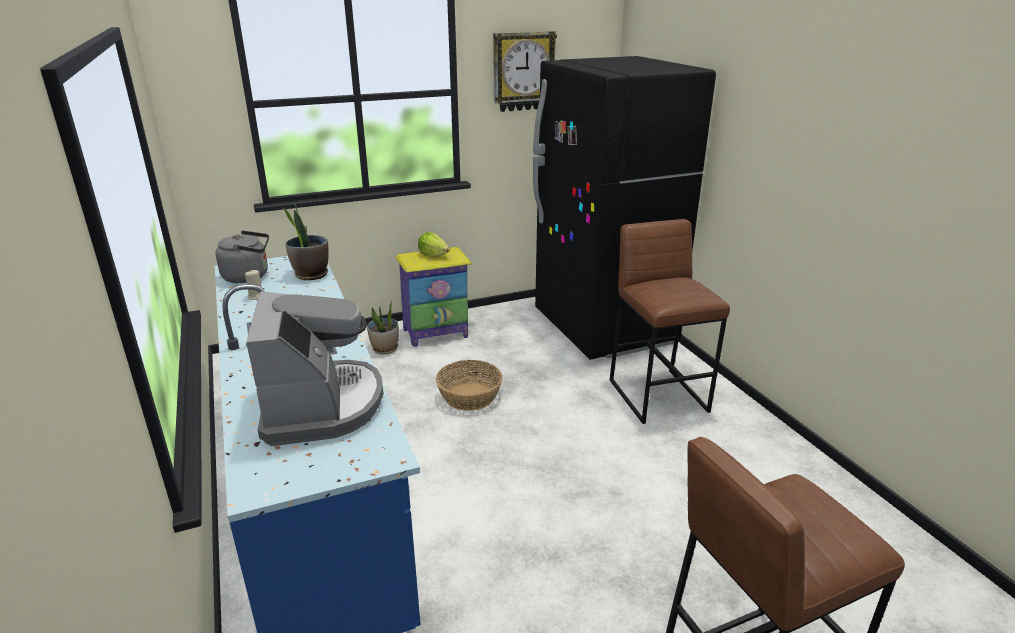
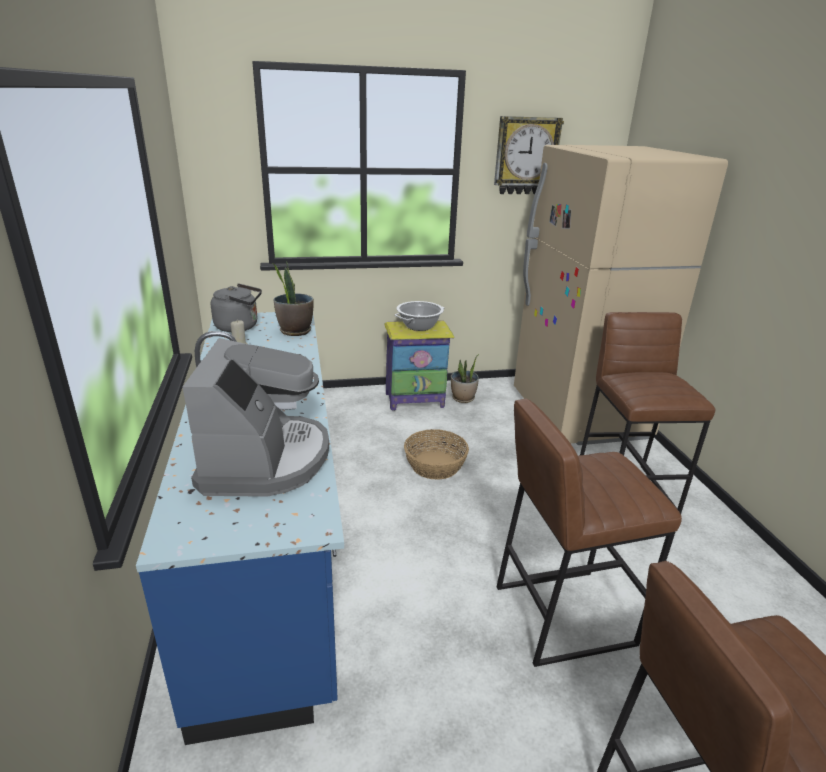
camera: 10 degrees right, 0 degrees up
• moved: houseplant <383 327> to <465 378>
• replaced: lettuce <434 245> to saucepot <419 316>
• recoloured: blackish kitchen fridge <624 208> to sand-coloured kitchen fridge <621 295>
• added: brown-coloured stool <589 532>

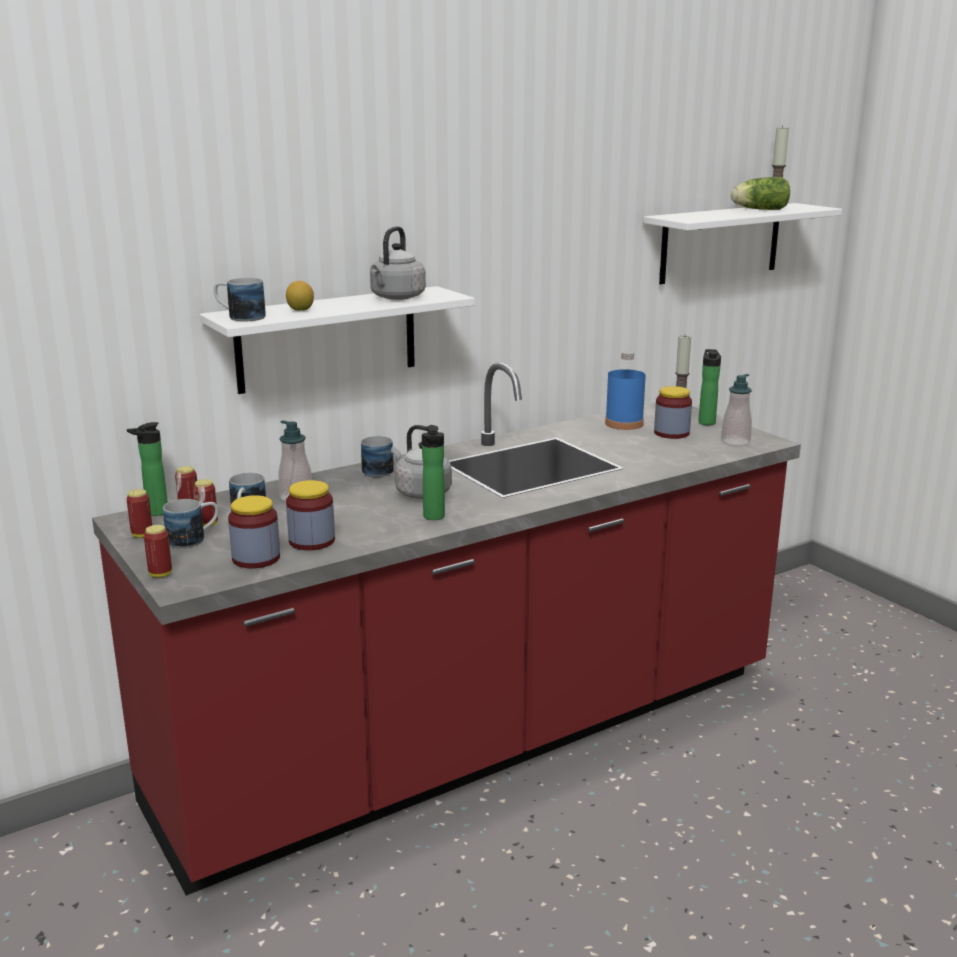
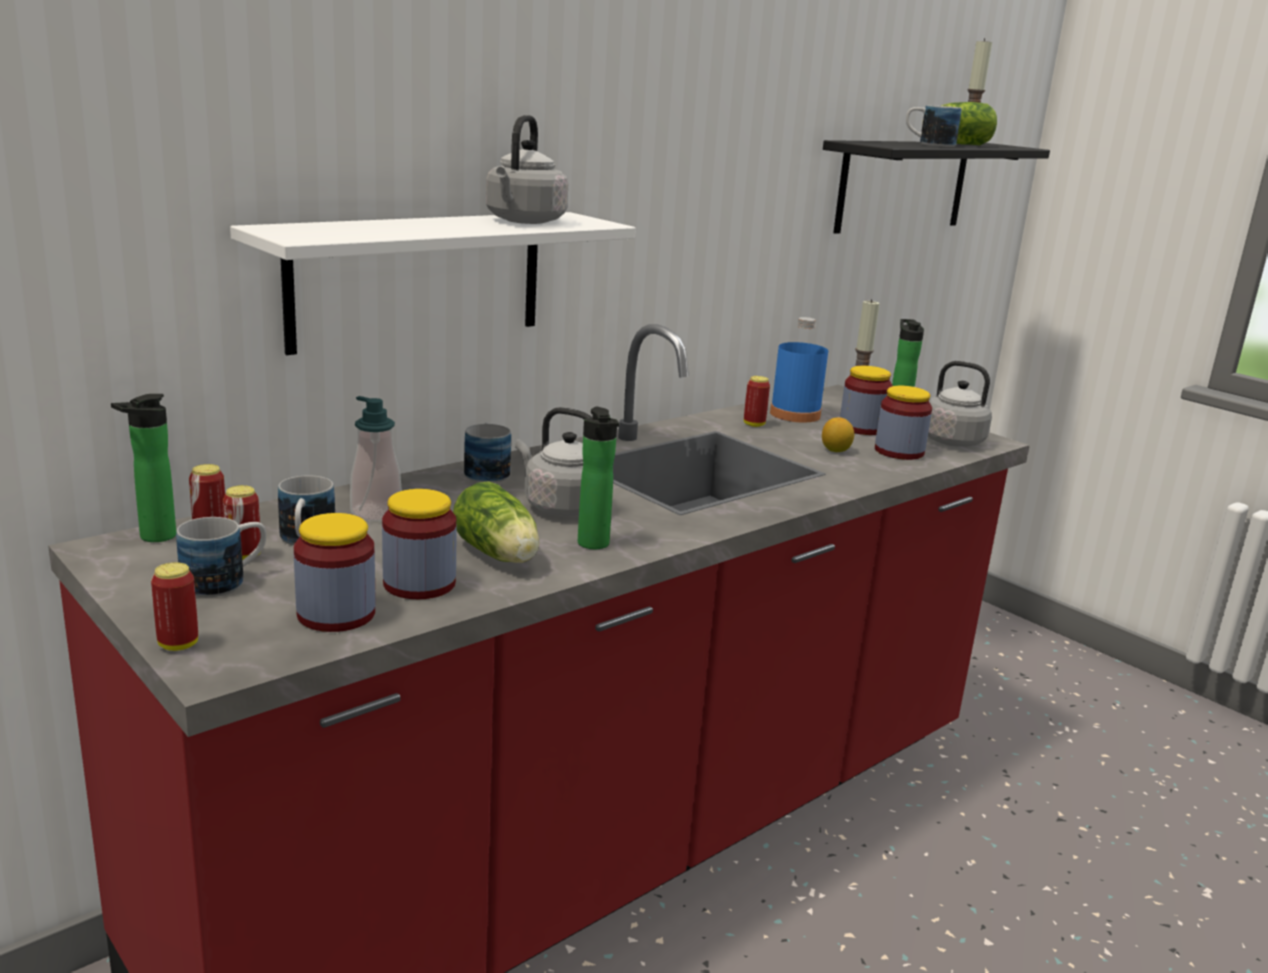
camera: 10 degrees left, 0 degrees up
• moved: can <139 513> to <757 401>
• moved: coffee mug <240 299> to <934 126>
• moved: lemon <300 296> to <838 434>
• recoloured: whitish bracket shelf <743 243> to blackish bracket shelf <936 187>
• replaced: soap bottle <736 410> to greyish tea kettle <953 404>
• added: lettuce <496 522>
• added: preserve jar <903 423>

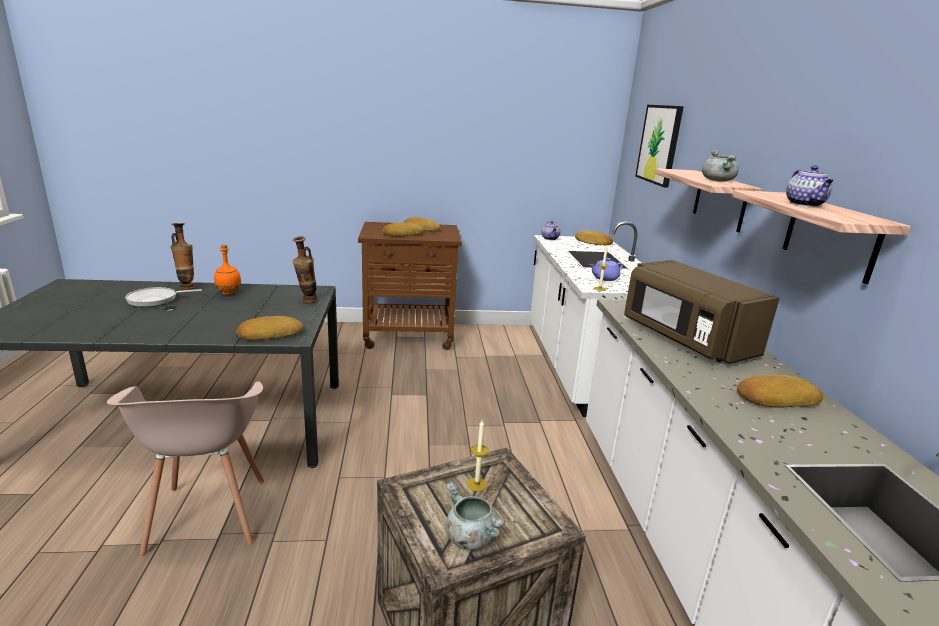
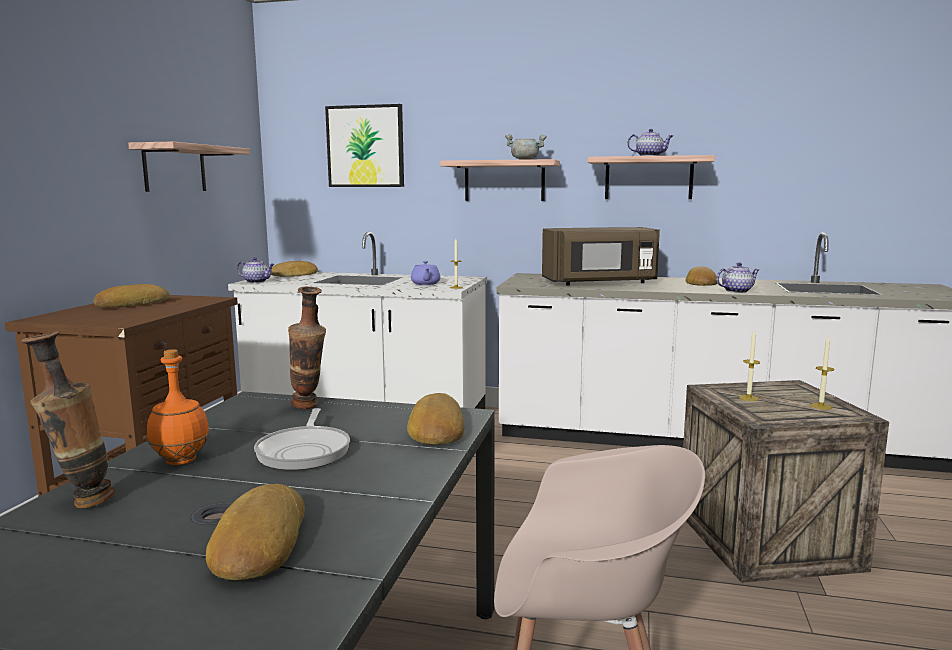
camera: 70 degrees left, 10 degrees down
• moved: pan <163 297> to <302 439>
• moved: bakery bread <403 229> to <255 532>
• replaced: greyish saucepot <475 516> to wax candle <822 373>
• added: bracket shelf <189 167>
• added: teapot <738 278>

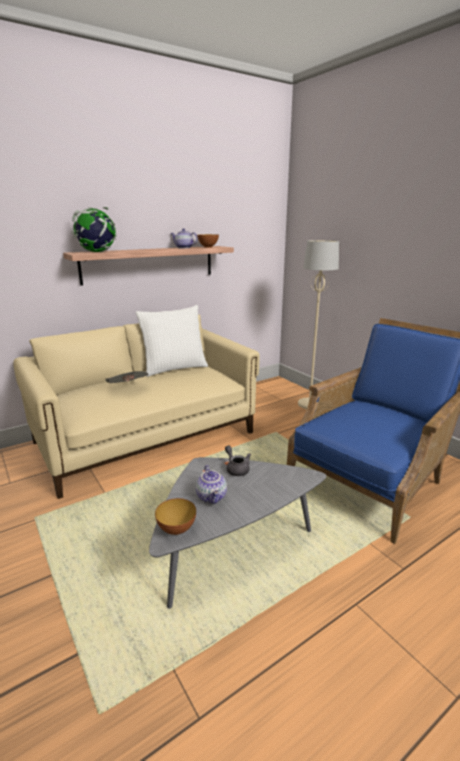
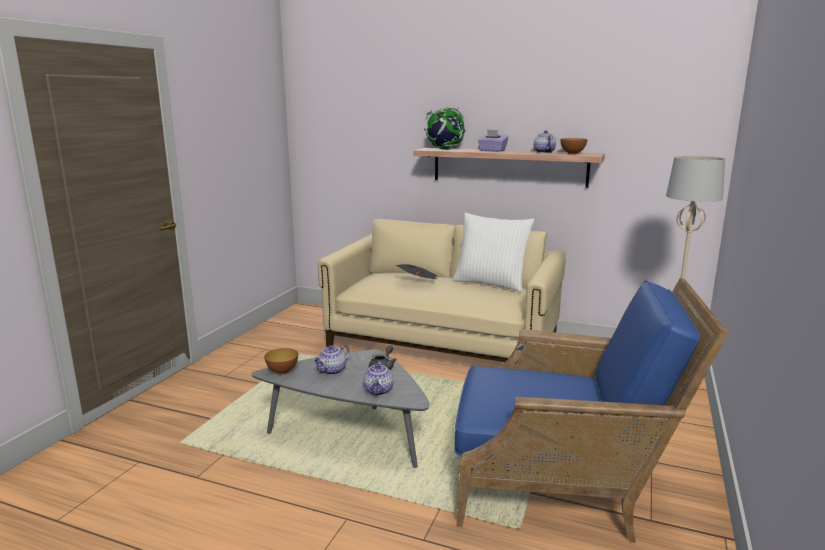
camera: 55 degrees right, 5 degrees down
• added: teapot <378 378>
• added: purple tissue holder <493 141>

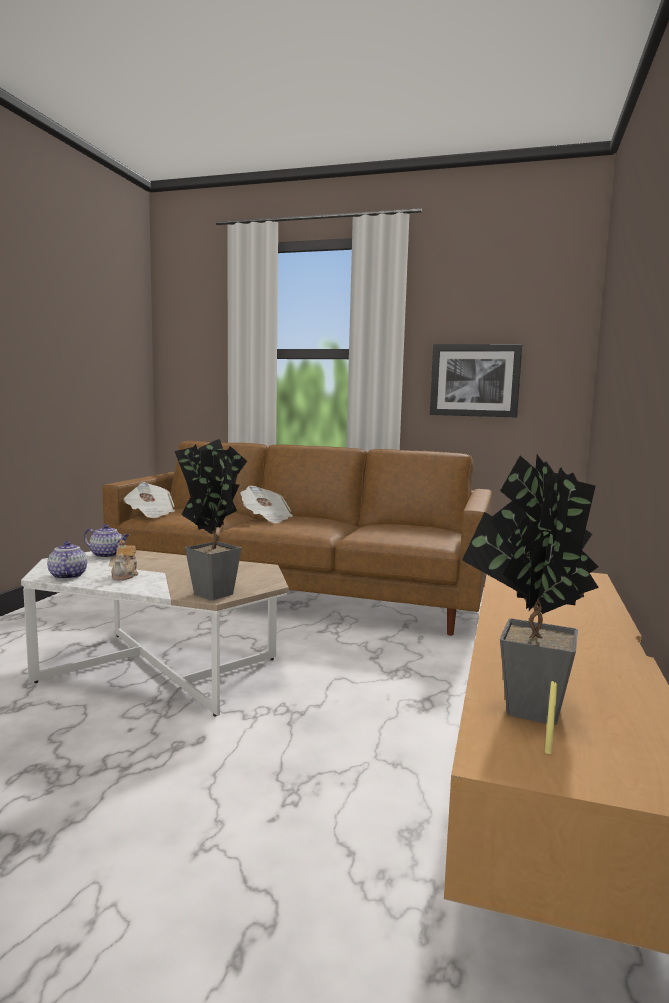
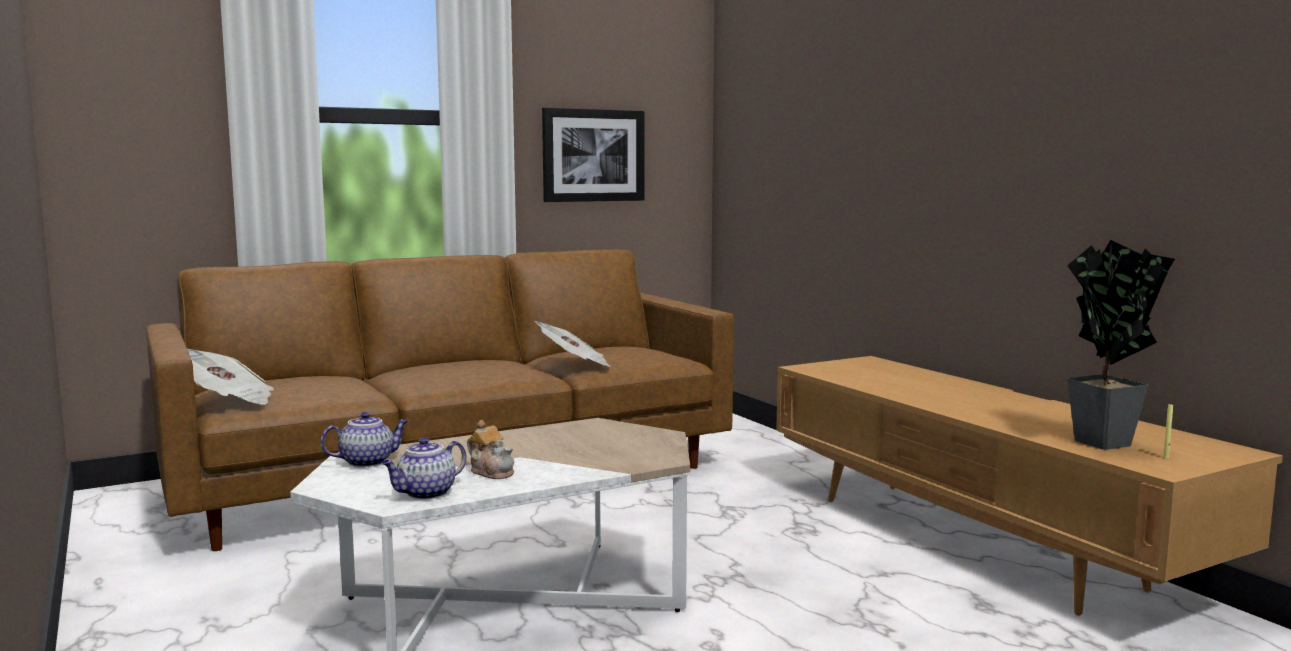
camera: 45 degrees left, 0 degrees up
• turned: teapot <67 560> = <424 468> 75 degrees counterclockwise
• removed: houseplant <210 519>
• moved: newspaper <266 504> to <572 344>

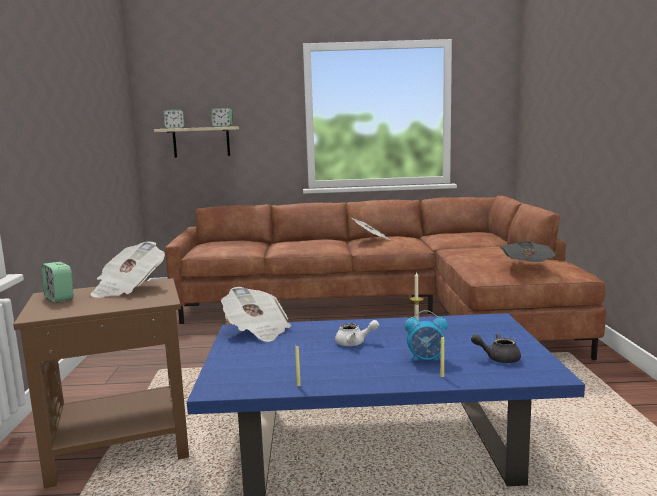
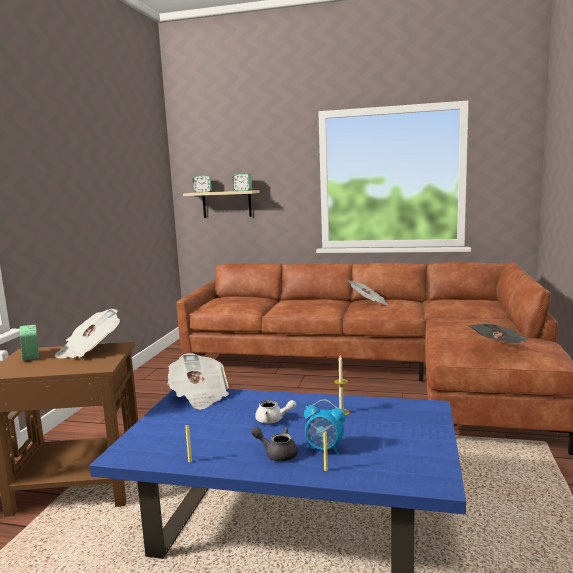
camera: 15 degrees right, 0 degrees up
• moved: greyish teapot <496 348> to <274 444>

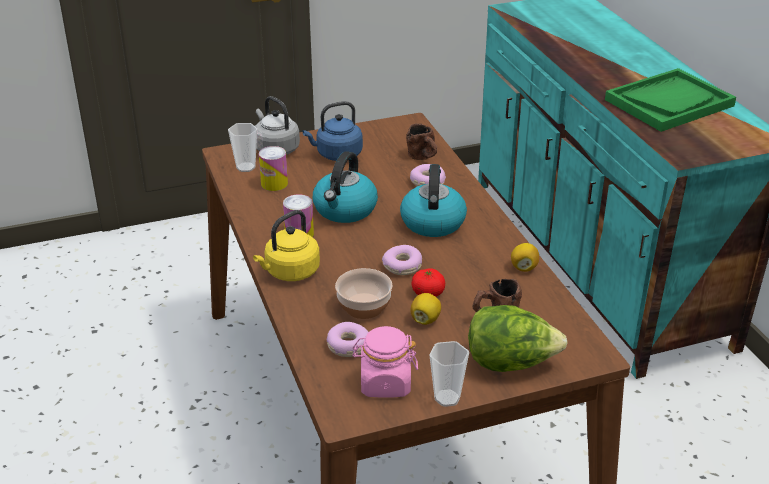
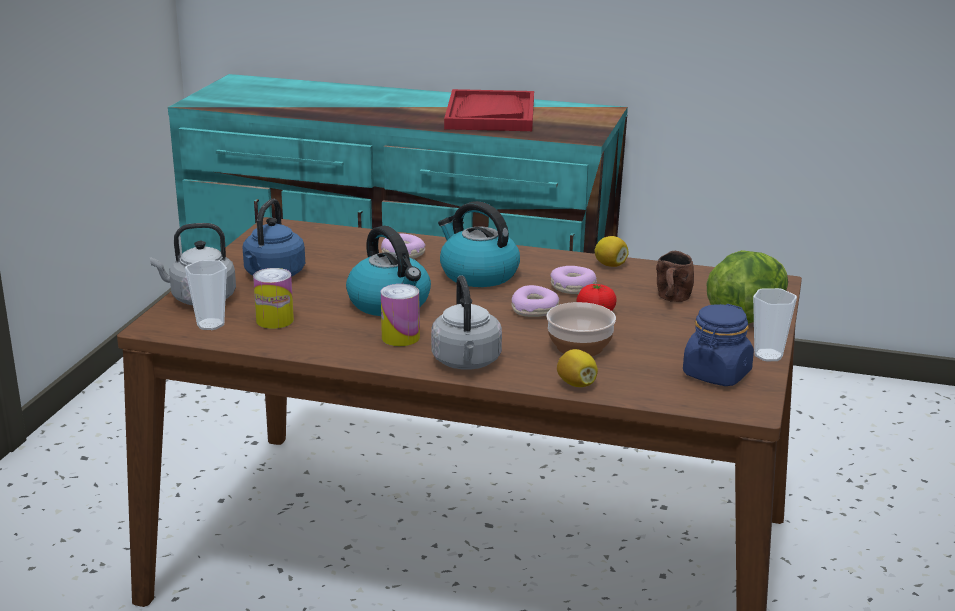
camera: 55 degrees left, 10 degrees down
• recoloured: yellow-coloured tea kettle <286 245> to greyish tea kettle <466 322>
• moved: doughnut <347 339> to <573 280>
• recoloured: pink-coloured preserve jar <385 361> to blue-coloured preserve jar <718 345>
• removed: brown-coloured coffee mug <421 141>
• moved: lemon <425 309> to <577 368>
• recoloured: greenish tray <670 100> to reddish tray <489 110>

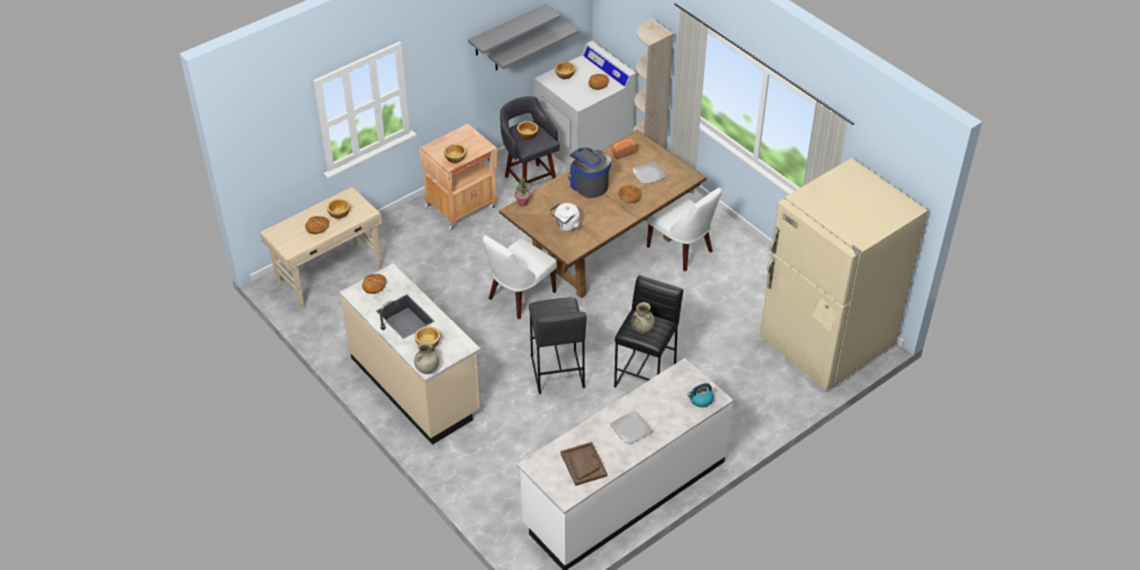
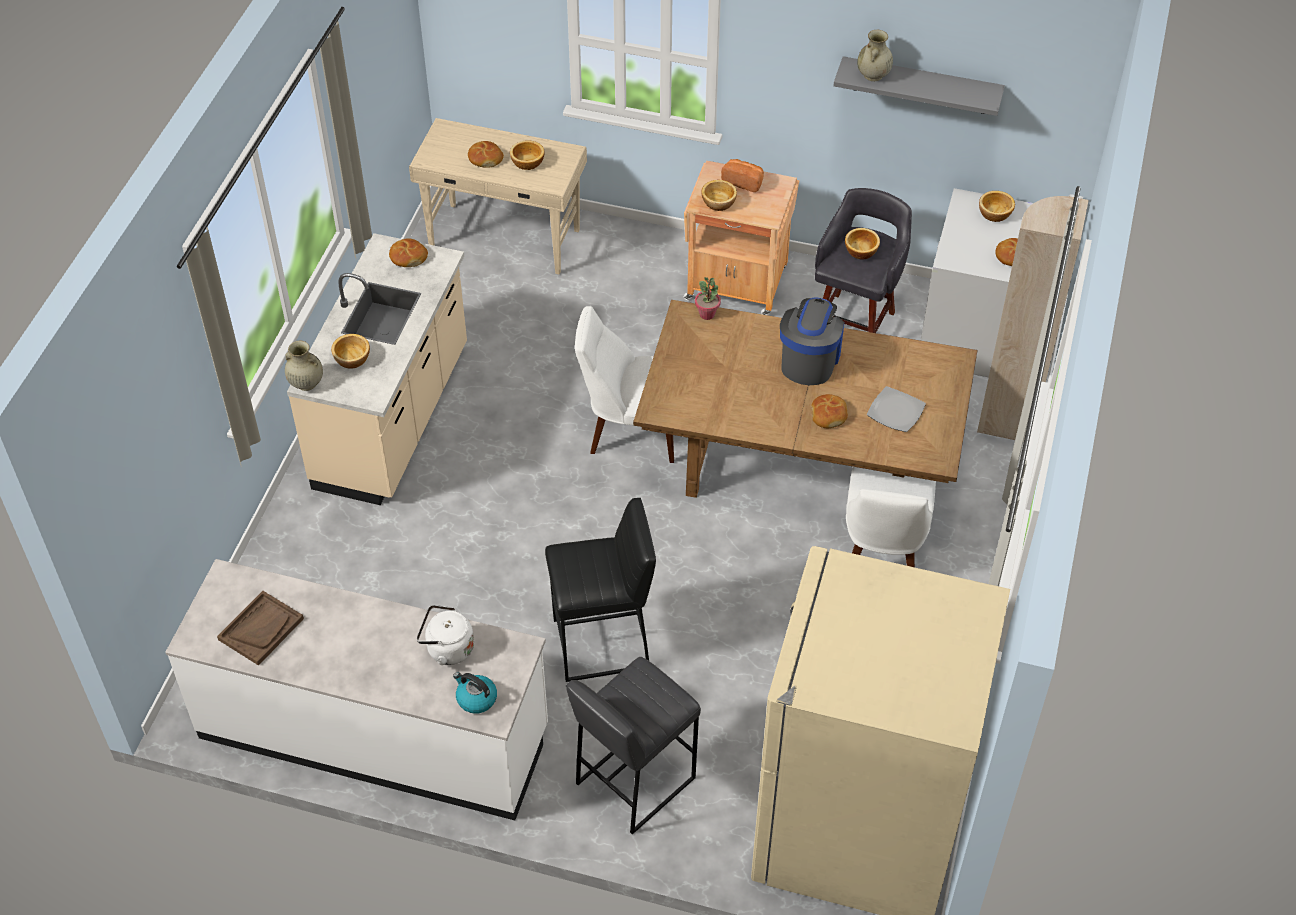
camera: 55 degrees right, 5 degrees up
• removed: greyish bracket shelf <533 45>
• moved: greyish stool <558 346> to <633 745>
• moved: whitish tea kettle <565 217> to <445 635>
• removed: plate <632 427>
• moved: bakery bread <625 148> to <742 175>
• moved: sand-coloured vase <643 318> to <875 55>

